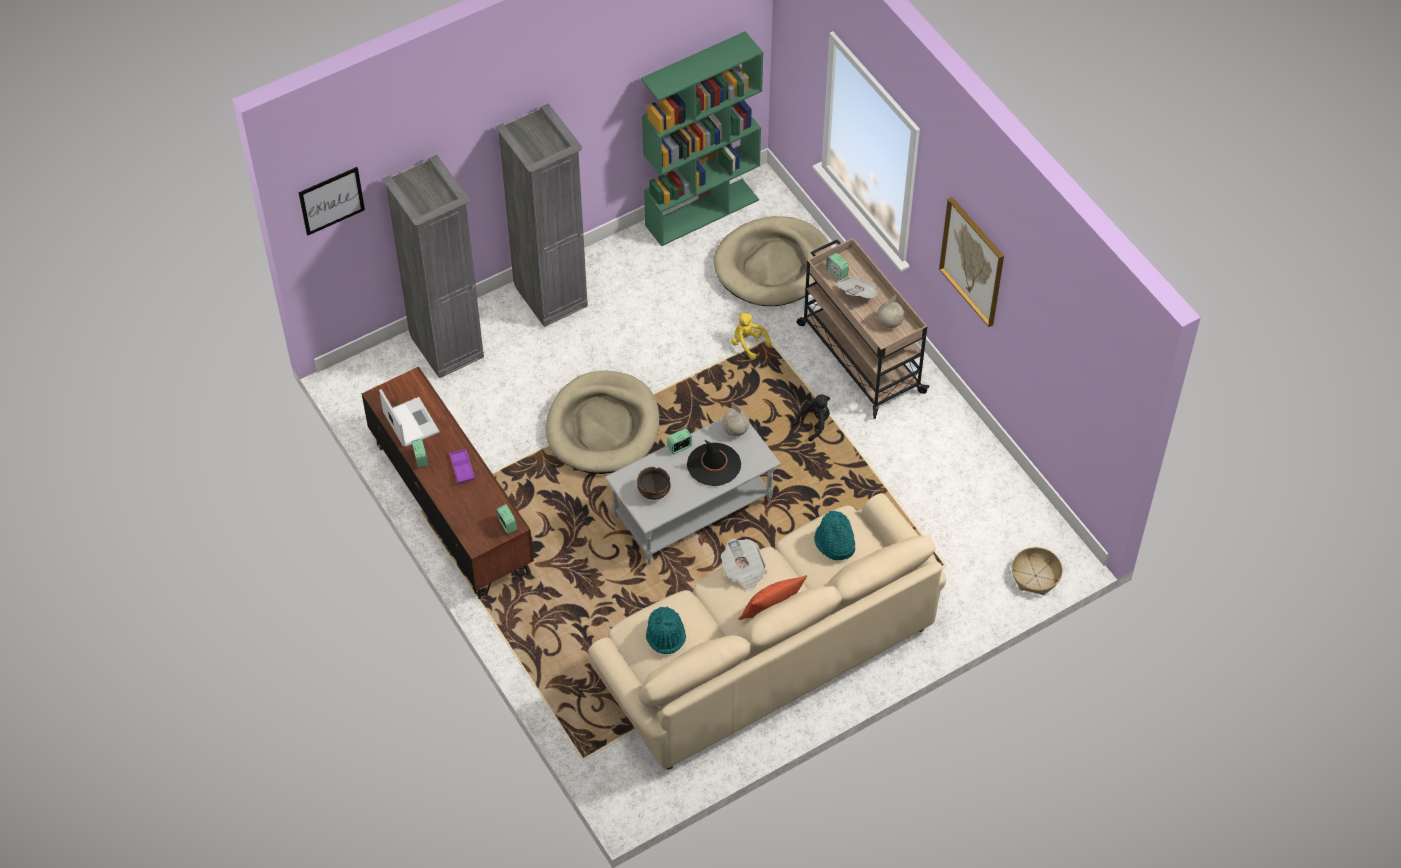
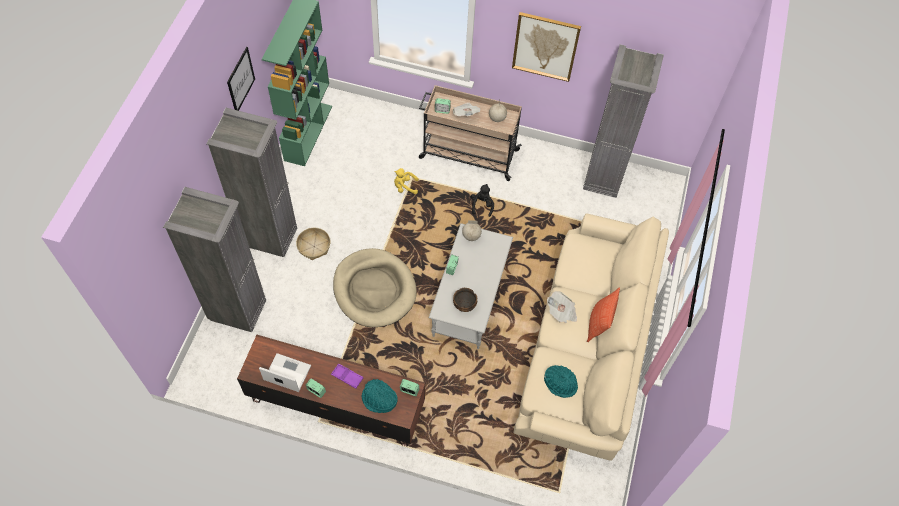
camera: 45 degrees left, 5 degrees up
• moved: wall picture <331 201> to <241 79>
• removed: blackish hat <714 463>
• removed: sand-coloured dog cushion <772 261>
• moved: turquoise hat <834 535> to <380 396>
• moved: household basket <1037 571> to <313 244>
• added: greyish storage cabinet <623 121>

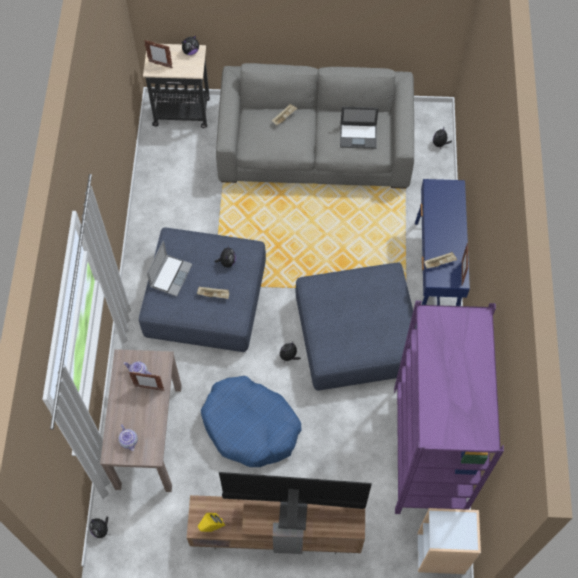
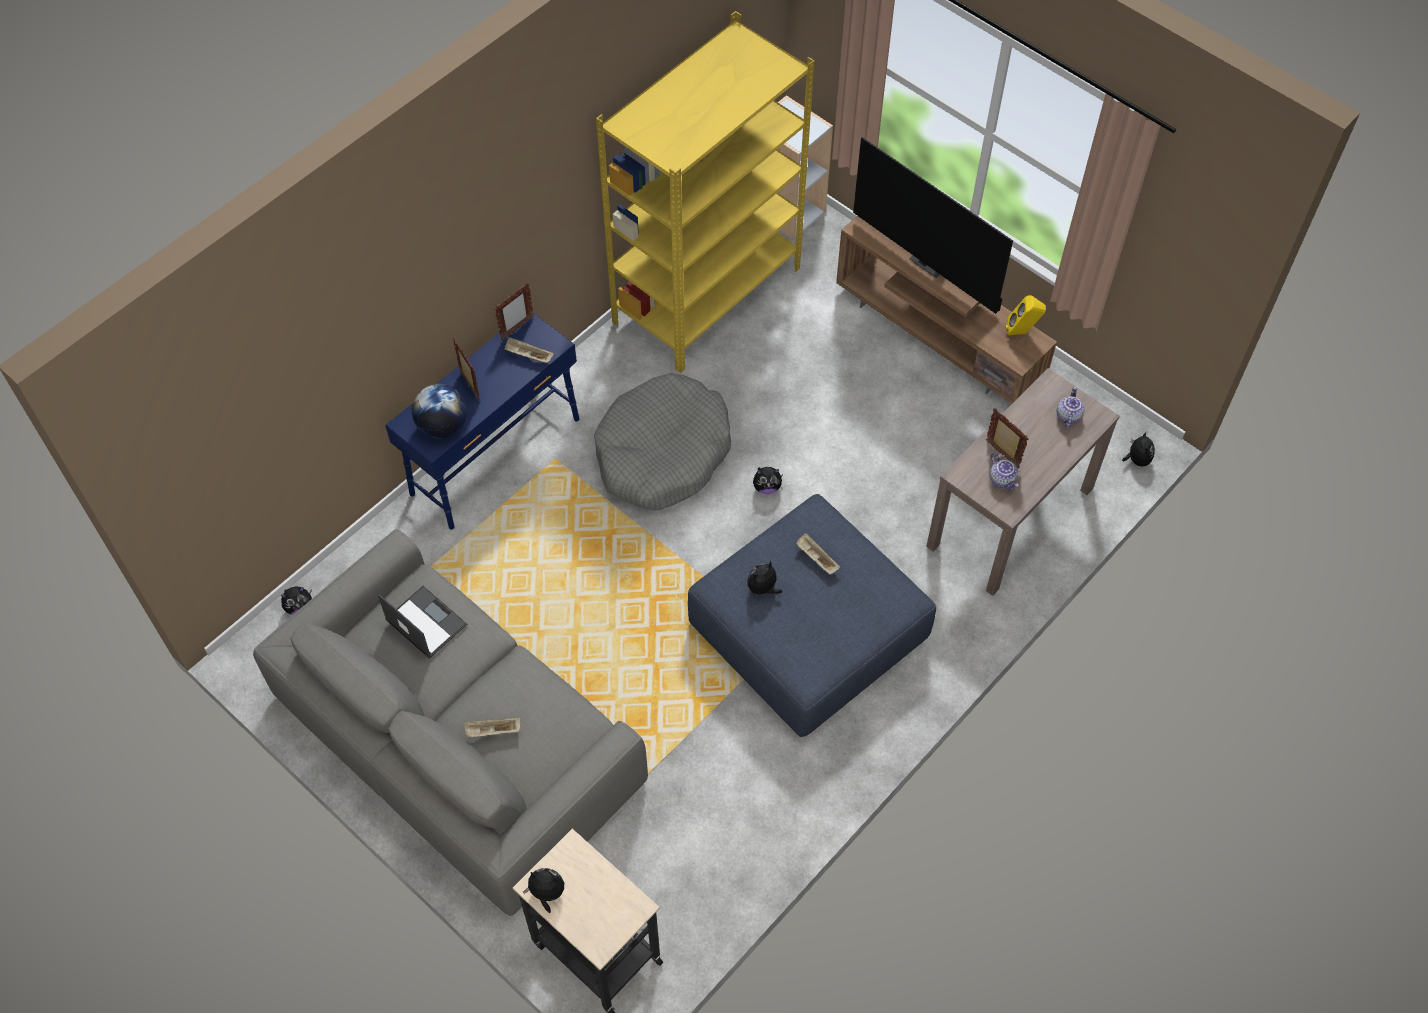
camera: 140 degrees left, 5 degrees down
• moved: photo frame <158 54> to <466 369>
• removed: portable computer <170 268>
• removed: blue-coloured dog cushion <251 421>
• replaced: blue-coloured pouffe <356 327> to greyish dog cushion <662 442>
• recoloured: purple bookcase <449 407> to yellow-coloured bookcase <705 192>
• added: world globe <439 411>

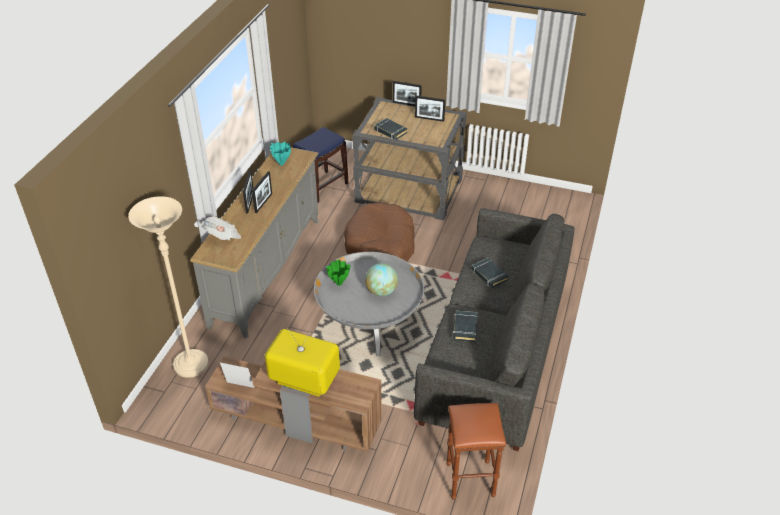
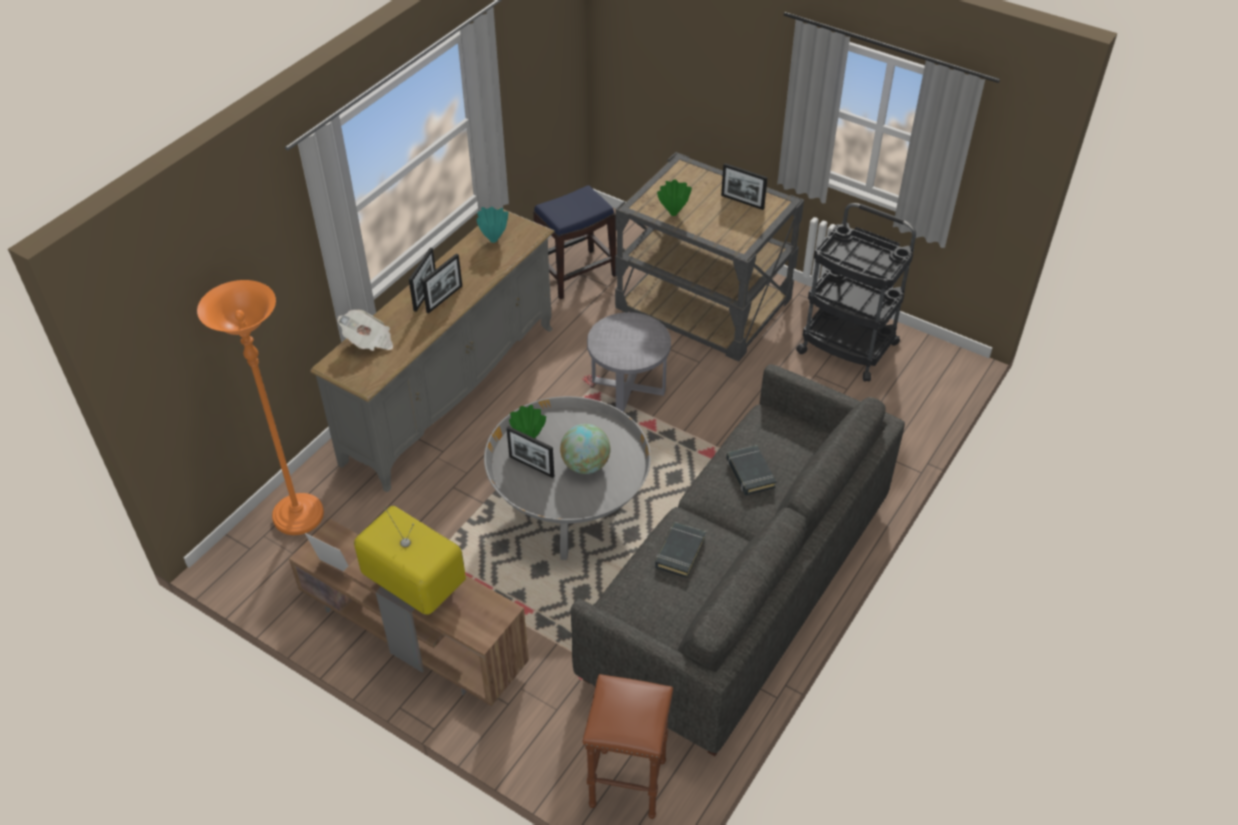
camera: 15 degrees right, 5 degrees up
• recoloured: sand-coloured standard lamp <168 287> to orange standard lamp <260 407>
• replaced: brown-coloured dog cushion <379 231> to greyish end table <629 362>
• replaced: blackish volume <390 129> to greenish vase <674 197>
• moved: photo frame <407 93> to <530 452>
• added: blackish cart <856 292>

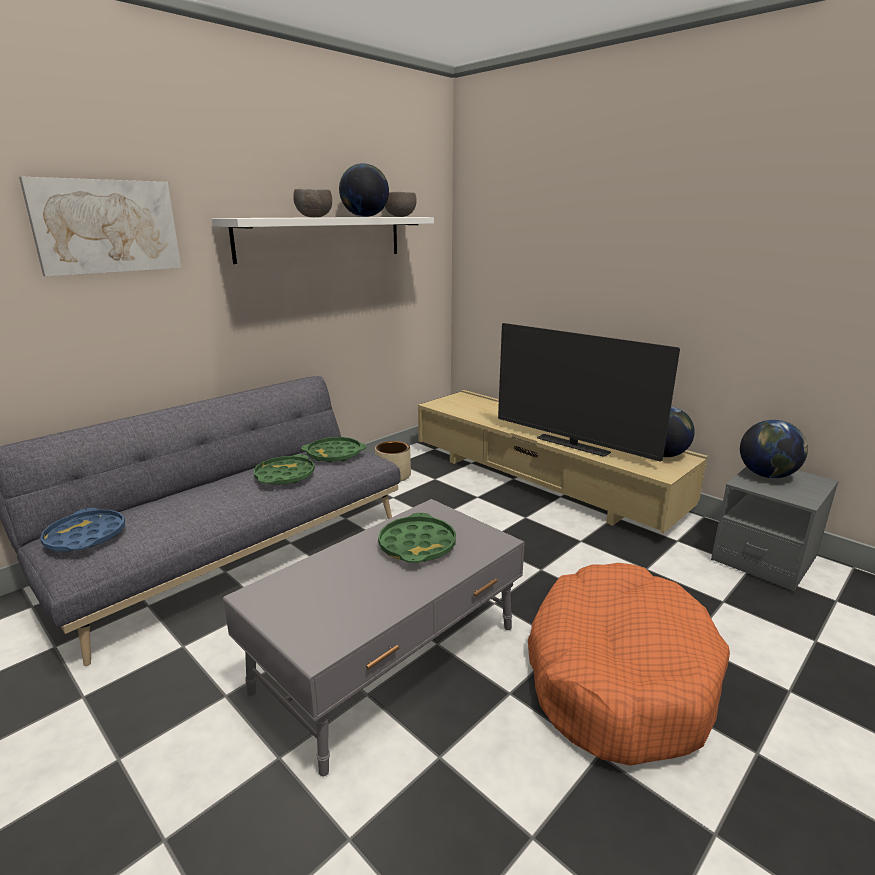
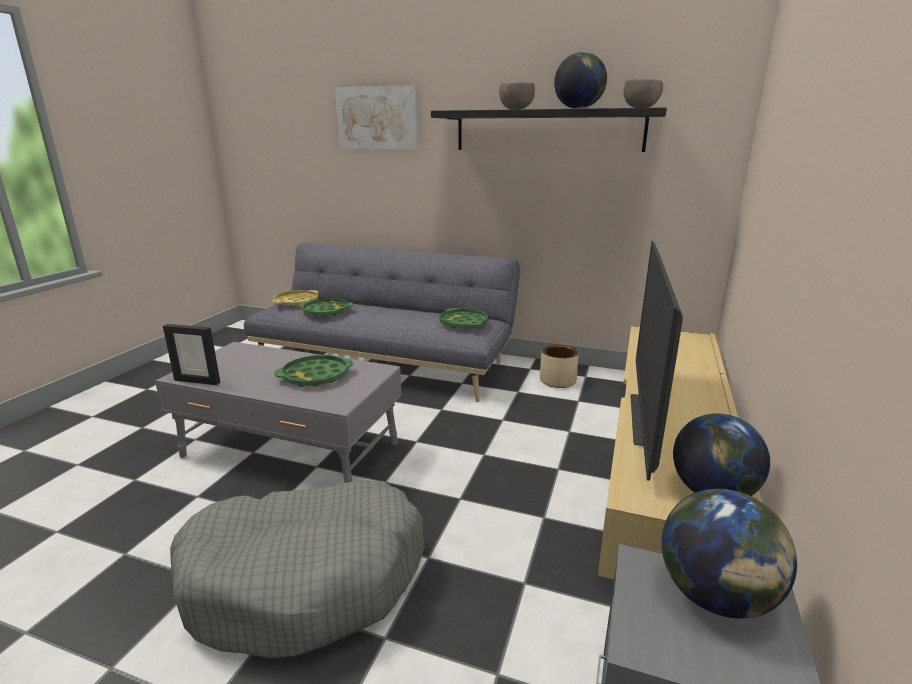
camera: 65 degrees right, 0 degrees up
• recoloured: blue-coloured tray <82 529> to yellow-coloured tray <295 298>
• recoloured: whitish bracket shelf <323 240> to blackish bracket shelf <549 129>
• moved: greenish tray <284 469> to <326 307>
• recoloured: orange dog cushion <629 664> to greyish dog cushion <297 569>
• added: photo frame <191 354>

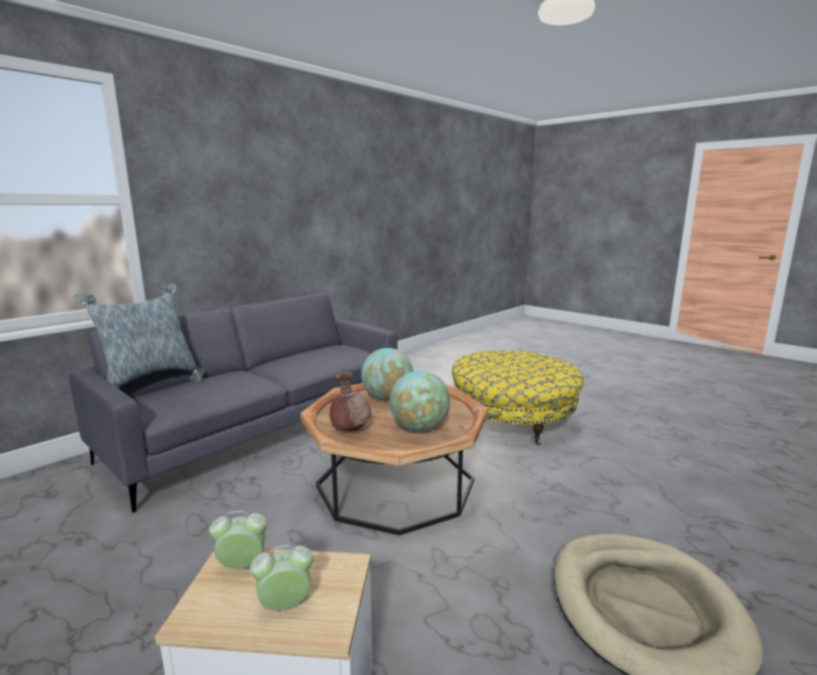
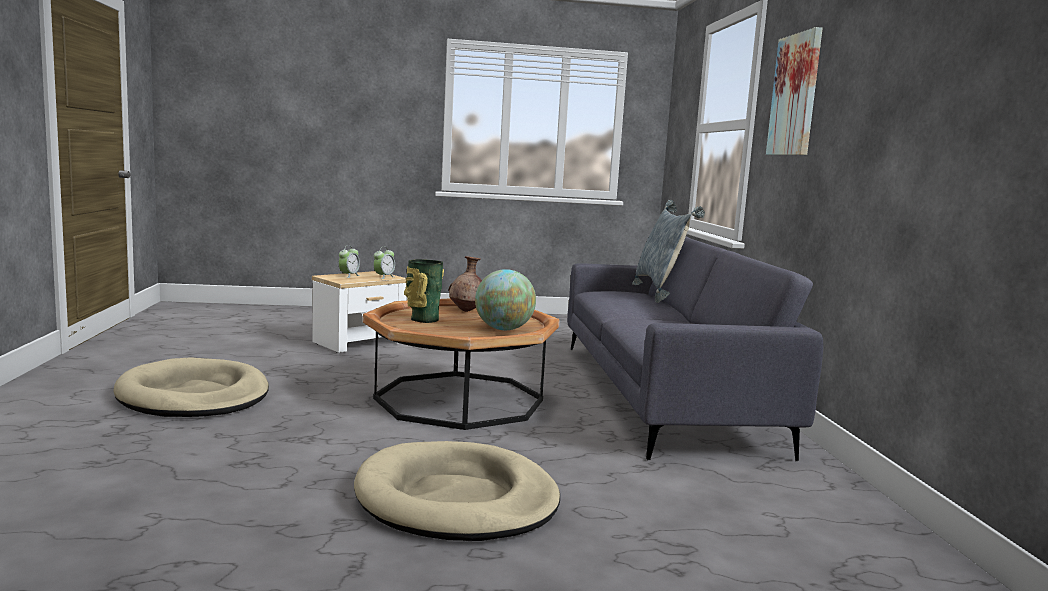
camera: 130 degrees right, 5 degrees down
• replaced: world globe <420 401> to vase <424 291>
• replaced: yellow-coloured pouffe <518 398> to sand-coloured dog cushion <457 491>
• added: wall picture <794 91>

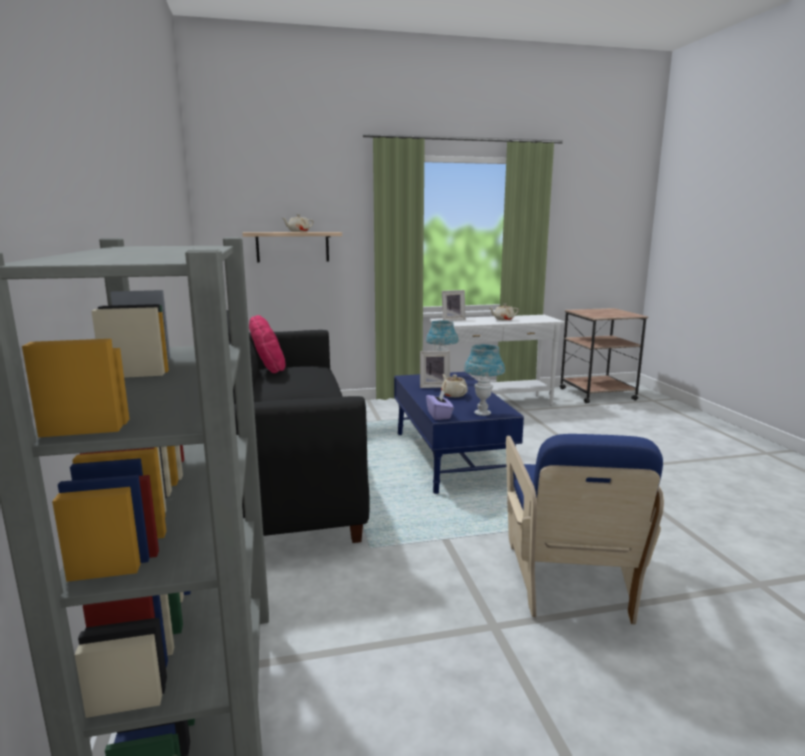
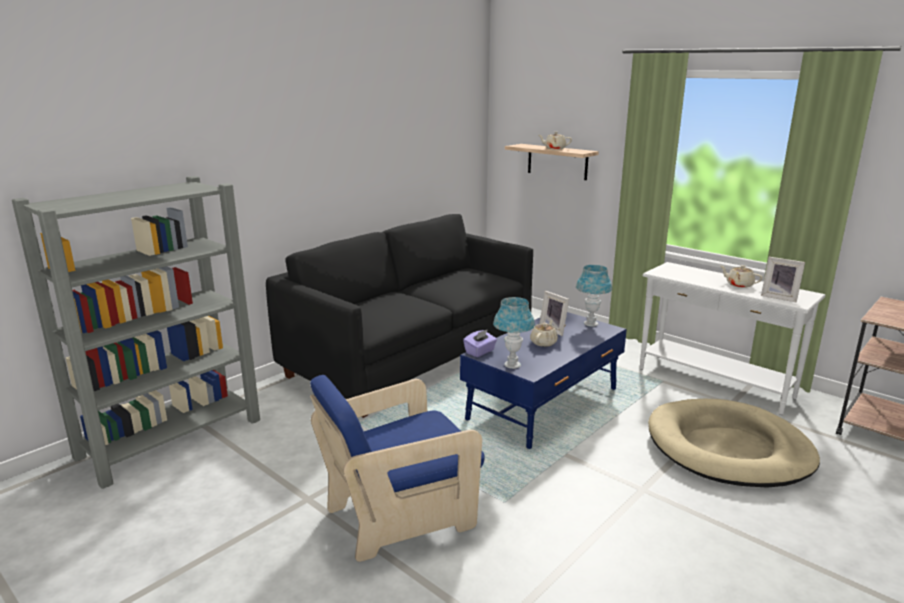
camera: 55 degrees right, 5 degrees up
• removed: pink-coloured pillow <267 344>
• moved: photo frame <454 305> to <783 279>
• added: sand-coloured dog cushion <734 443>

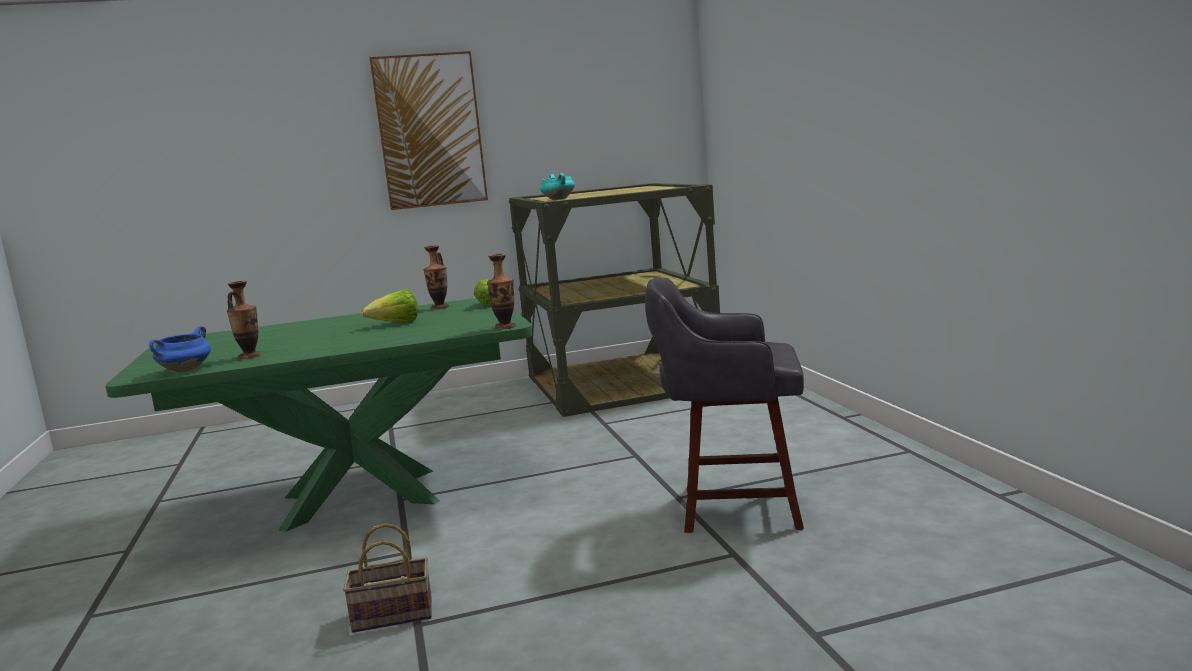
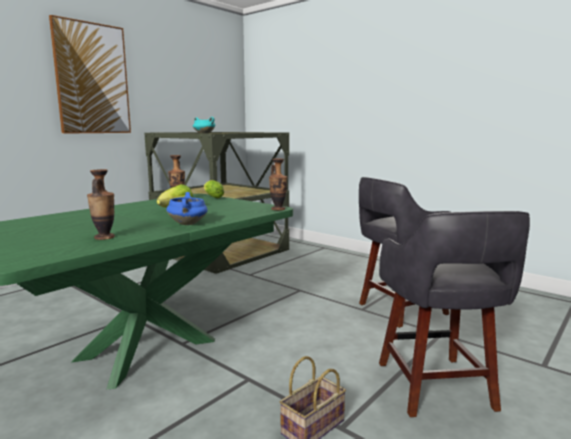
camera: 35 degrees left, 0 degrees up
• moved: blue-coloured saucepot <180 349> to <187 208>
• added: greyish stool <454 314>

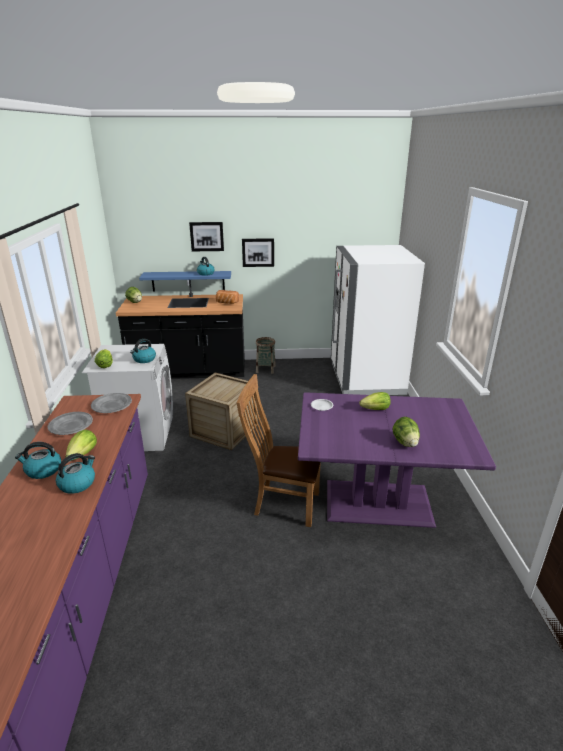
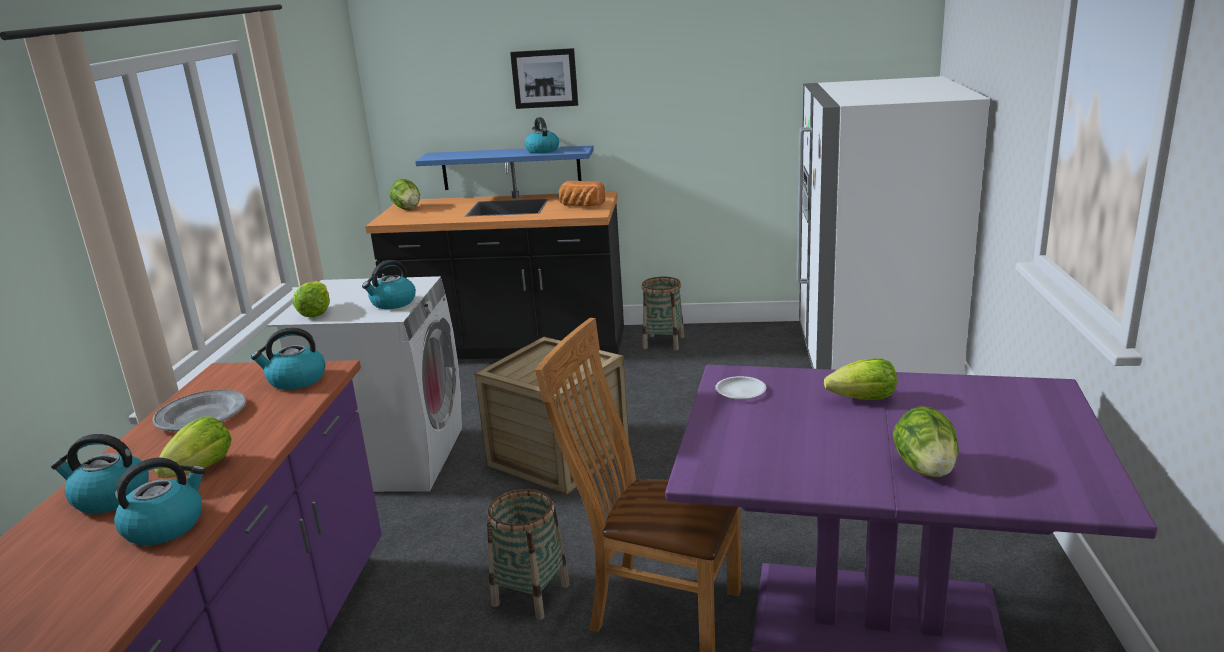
camera: 10 degrees right, 5 degrees down
• replaced: greyish plate <111 403> to tea kettle <288 359>
• removed: wall picture <258 252>
• added: household basket <528 554>

